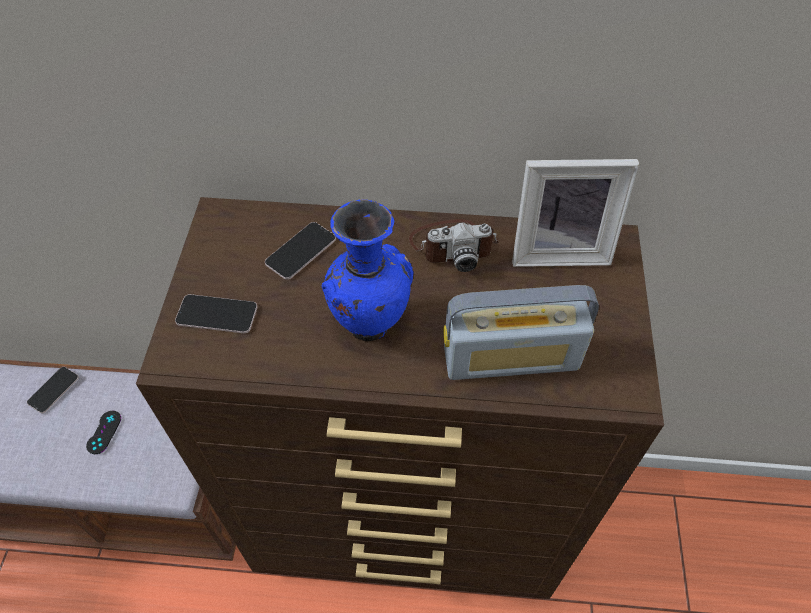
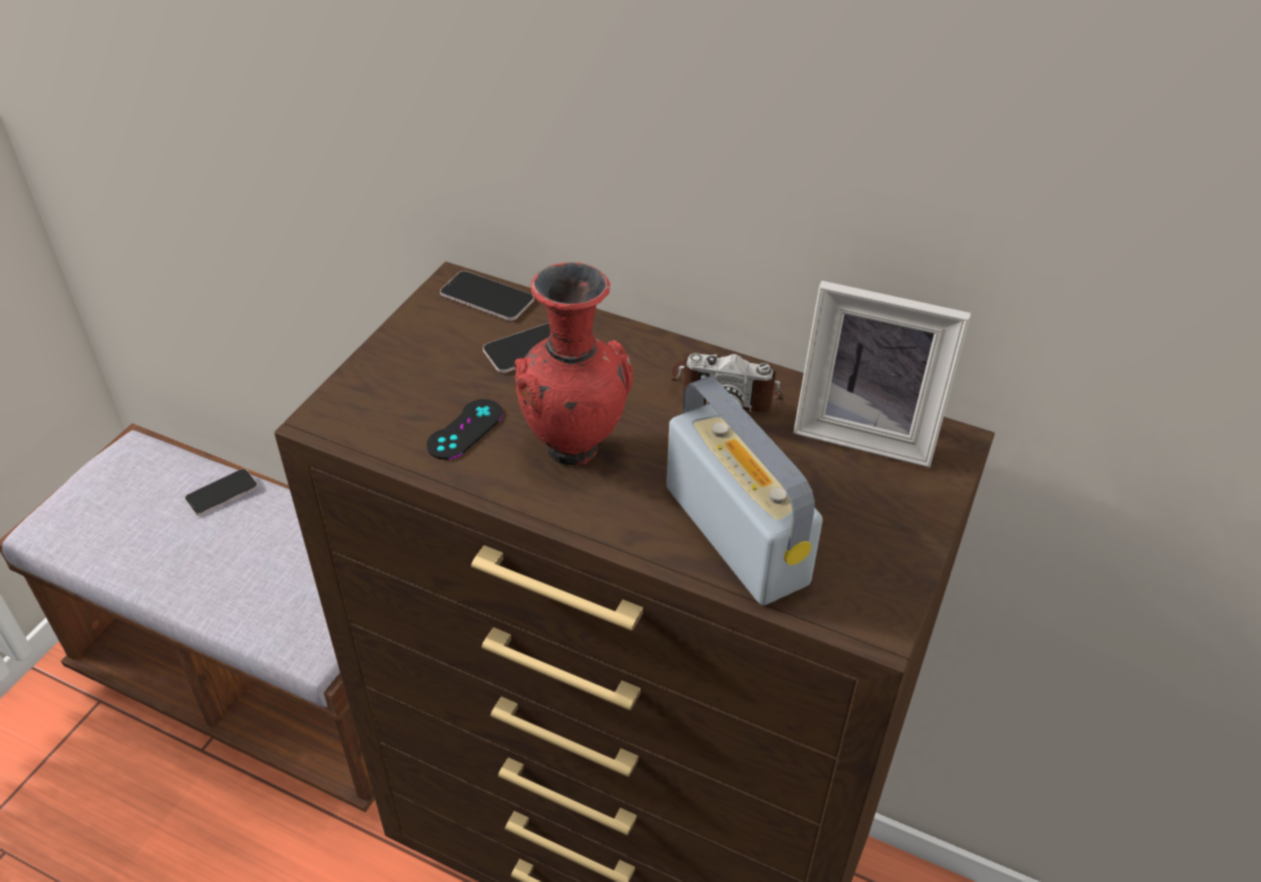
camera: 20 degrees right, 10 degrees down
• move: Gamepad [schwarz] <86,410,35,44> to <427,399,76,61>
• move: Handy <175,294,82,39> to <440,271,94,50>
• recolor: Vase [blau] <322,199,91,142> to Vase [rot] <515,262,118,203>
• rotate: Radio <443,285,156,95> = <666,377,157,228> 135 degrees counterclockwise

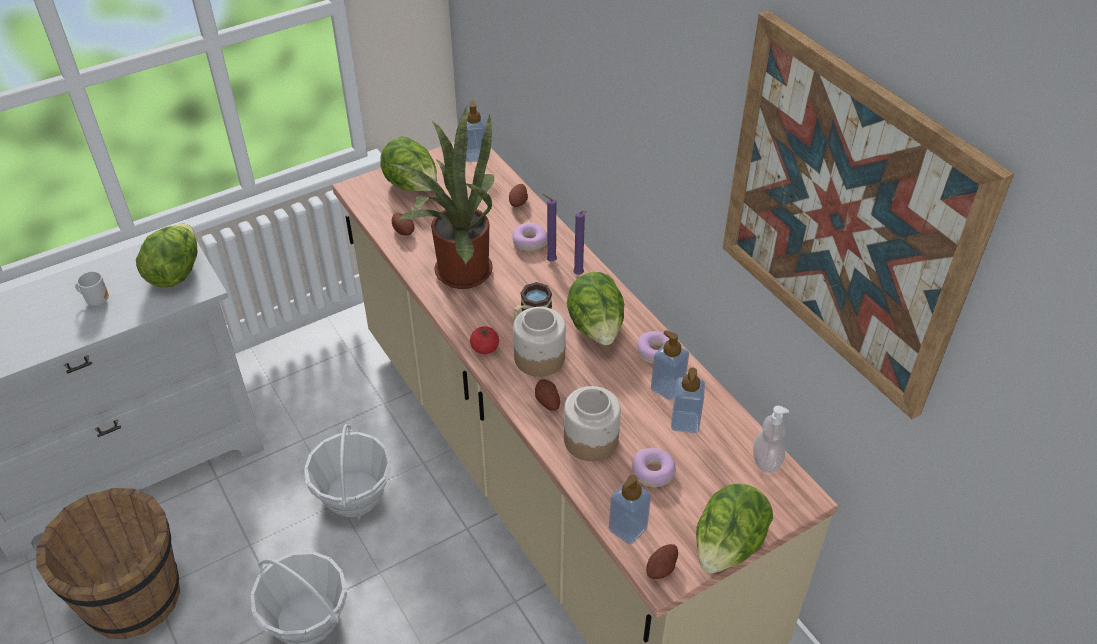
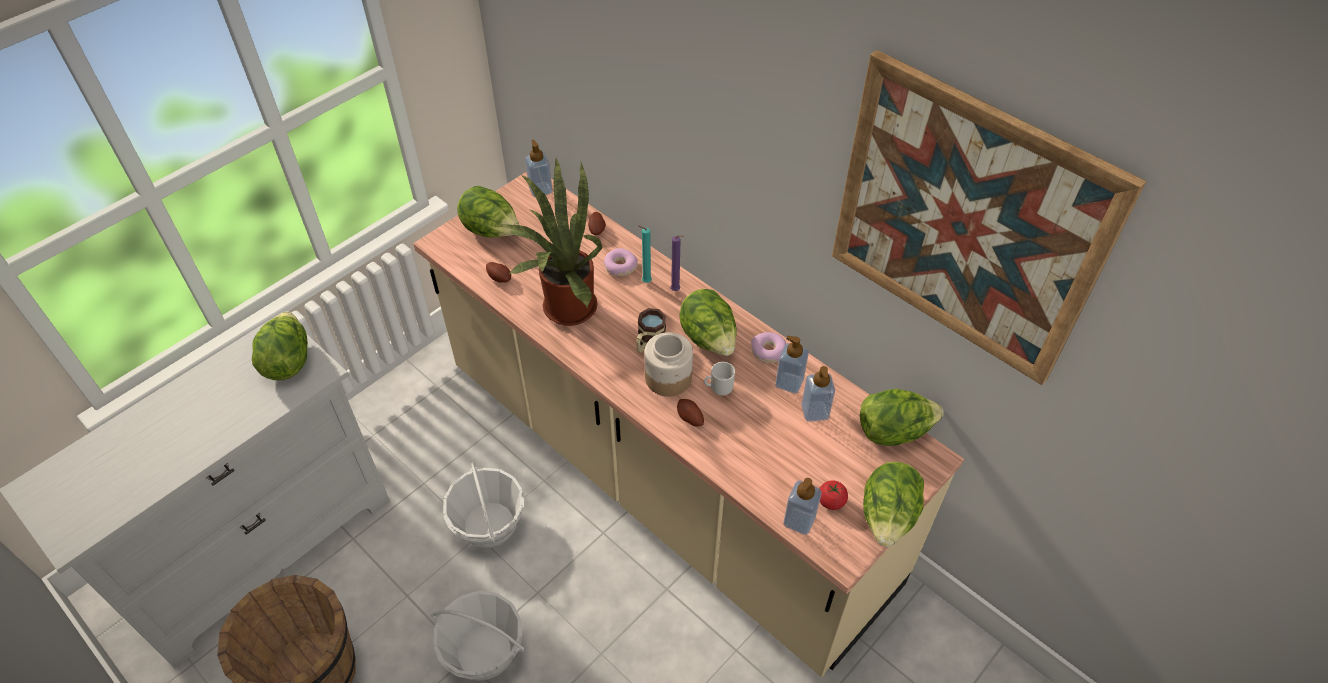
camera: 15 degrees left, 5 degrees up
• recolor: Kerze [lila] <542,194,15,68> to Kerze [türkis] <638,225,14,58>
• move: Henkelbecher <75,271,34,35> to <704,362,31,34>
• move: Tomate <470,326,29,28> to <819,481,29,29>
• replace: Seifenspender <753,406,36,67> to Salatkopf <860,389,84,57>
• delete: Vorratsglas <564,386,57,75>
• delete: Donut <632,448,44,39>
• delete: Kartoffel <646,544,32,35>

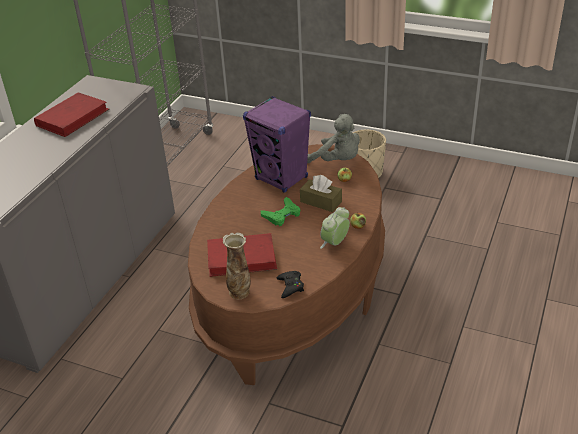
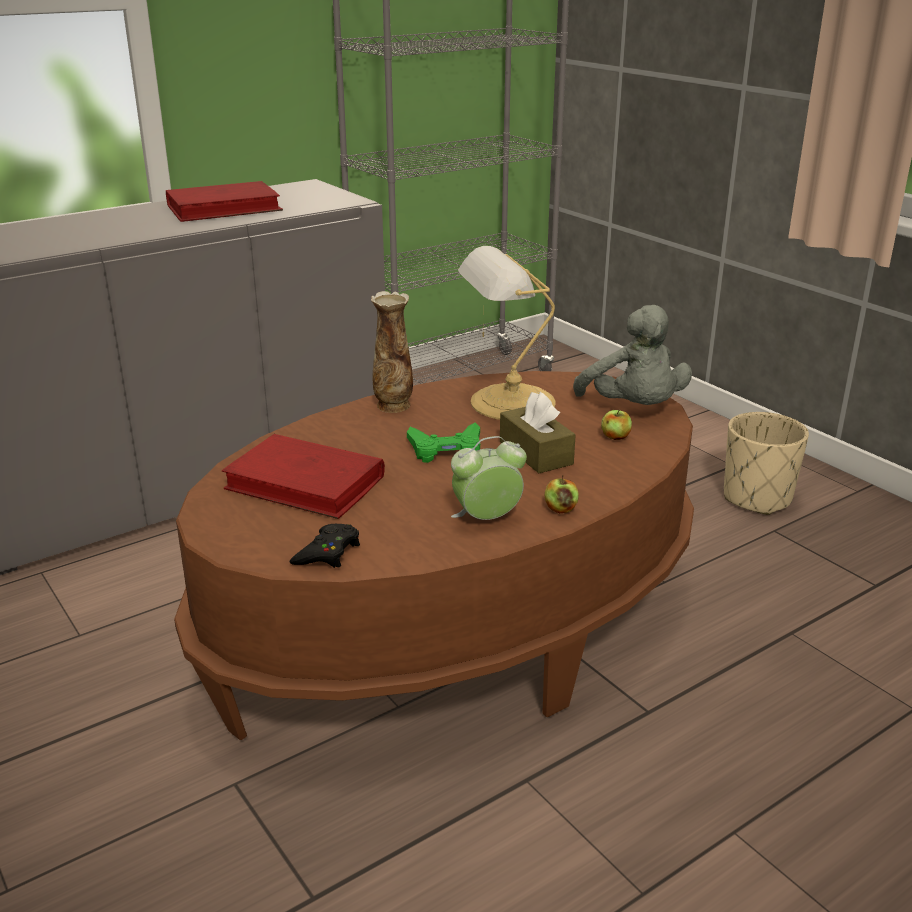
camera: 30 degrees right, 10 degrees down
• move: Vase <223,233,28,66> to <371,291,42,122>
• replace: Lautsprecher [lila] <243,96,68,97> to Tischlampe <458,246,97,174>

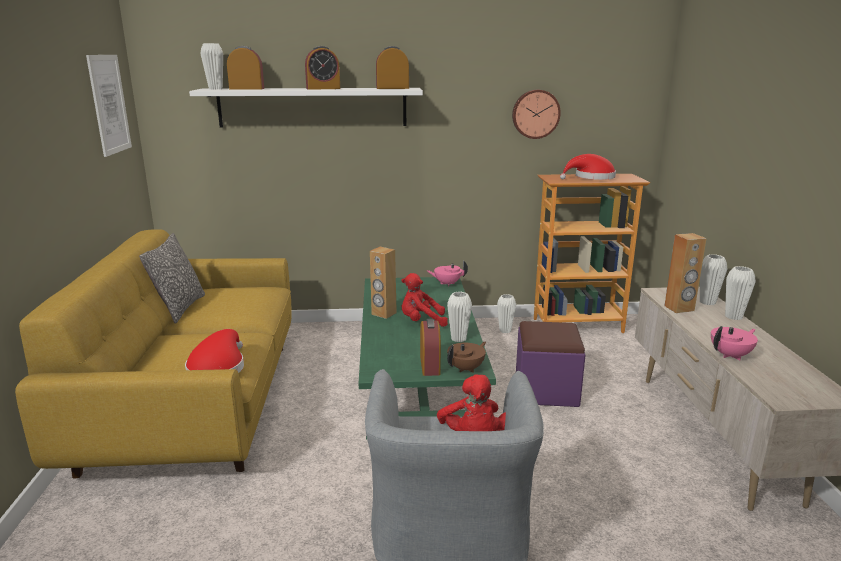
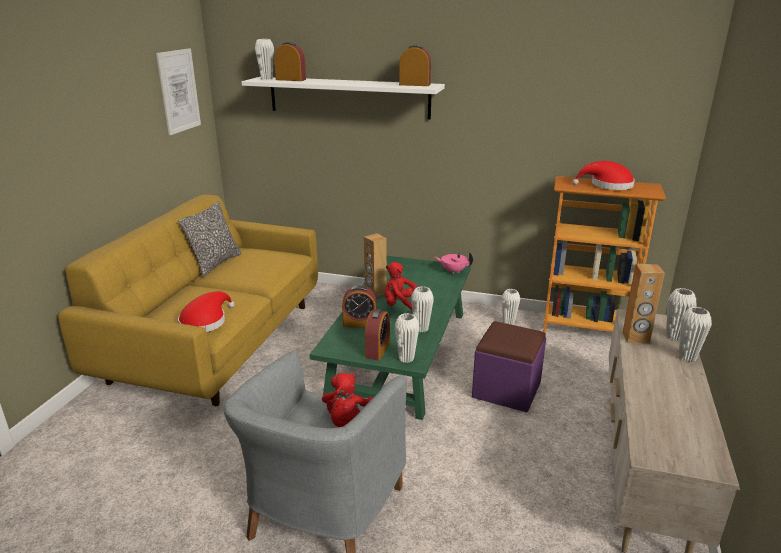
camera: 20 degrees right, 5 degrees up
• move: Wecker <305,46,35,44> to <342,286,34,41>
• replace: Teekanne [braun] <447,342,39,31> to Vase [weiß] <395,313,24,50>
• delete: Wanduhr <512,89,49,50>
• delete: Teekanne [rosa] <711,326,47,34>

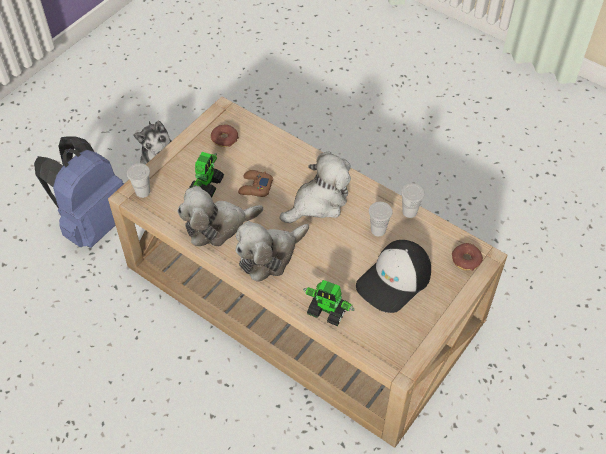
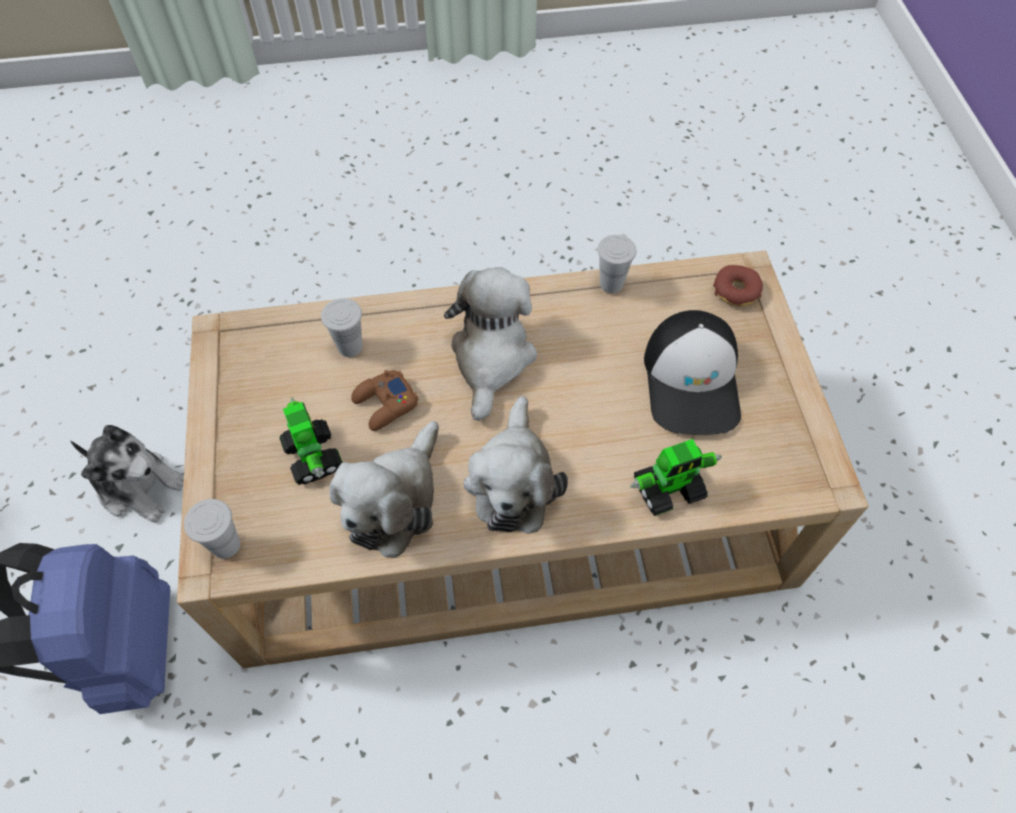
camera: 45 degrees left, 5 degrees up
• move: Tasse [weiß] <369,202,24,34> to <321,298,41,59>
• delete: Donut <211,125,28,22>

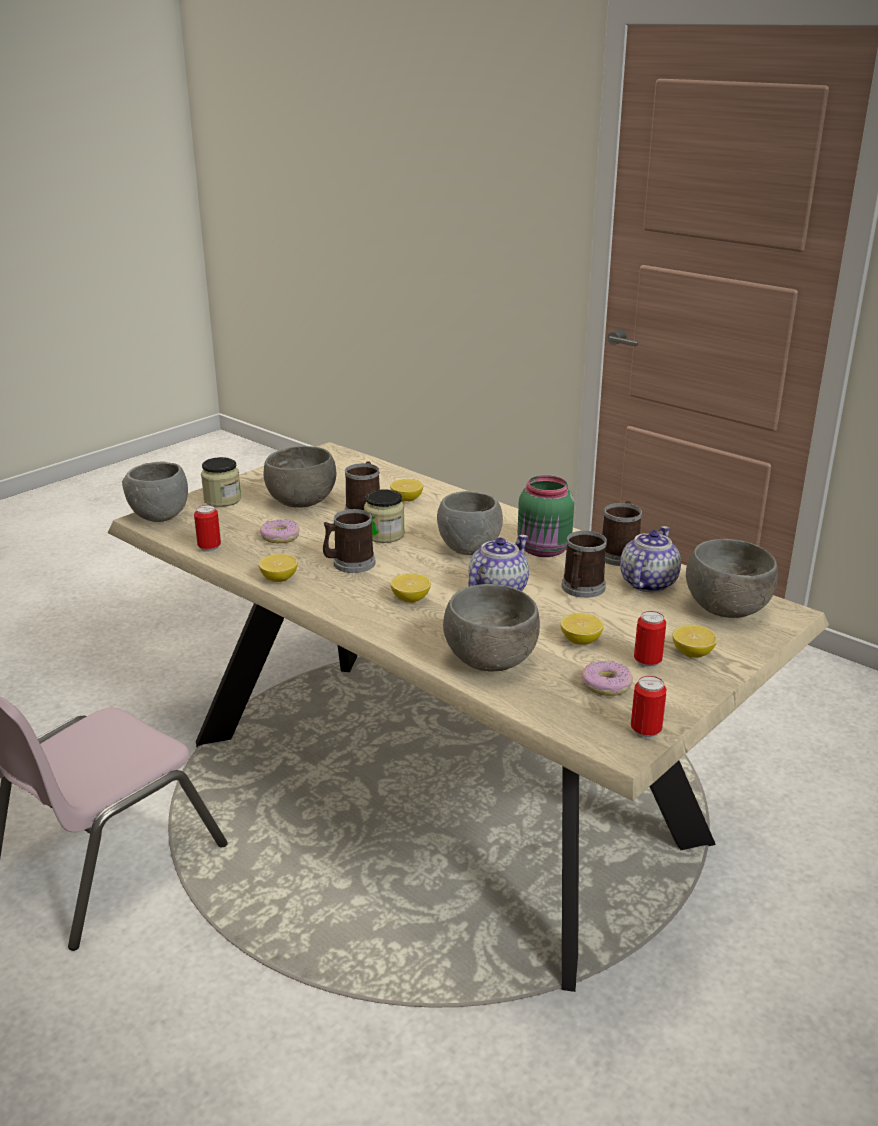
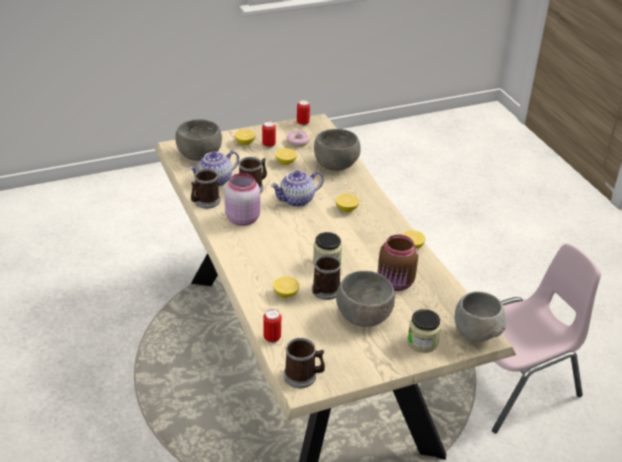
camera: 155 degrees left, 10 degrees up
• recolor: Vorratsglas [grün] <518,475,56,82> to Vorratsglas [rosa] <225,173,35,53>
• move: Dose <194,505,27,47> to <263,309,18,34>
• move: Henkelbecher <323,509,52,64> to <284,338,41,50>
• replace: Donut <260,520,40,23> to Vorratsglas [braun] <378,235,40,56>
• delete: Schüssel [grau] <437,491,66,64>

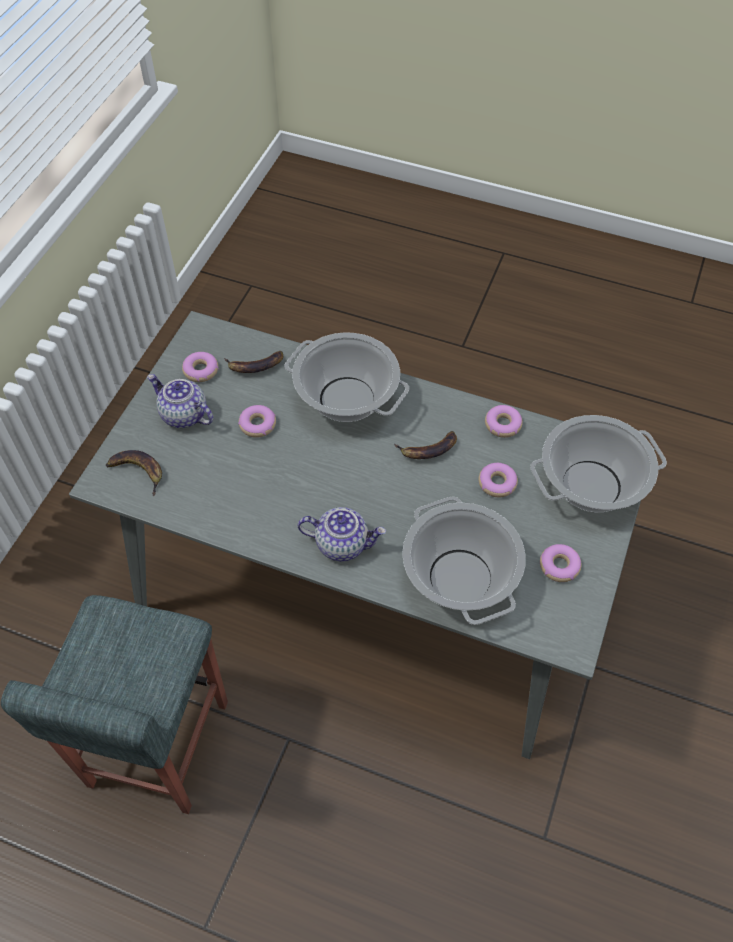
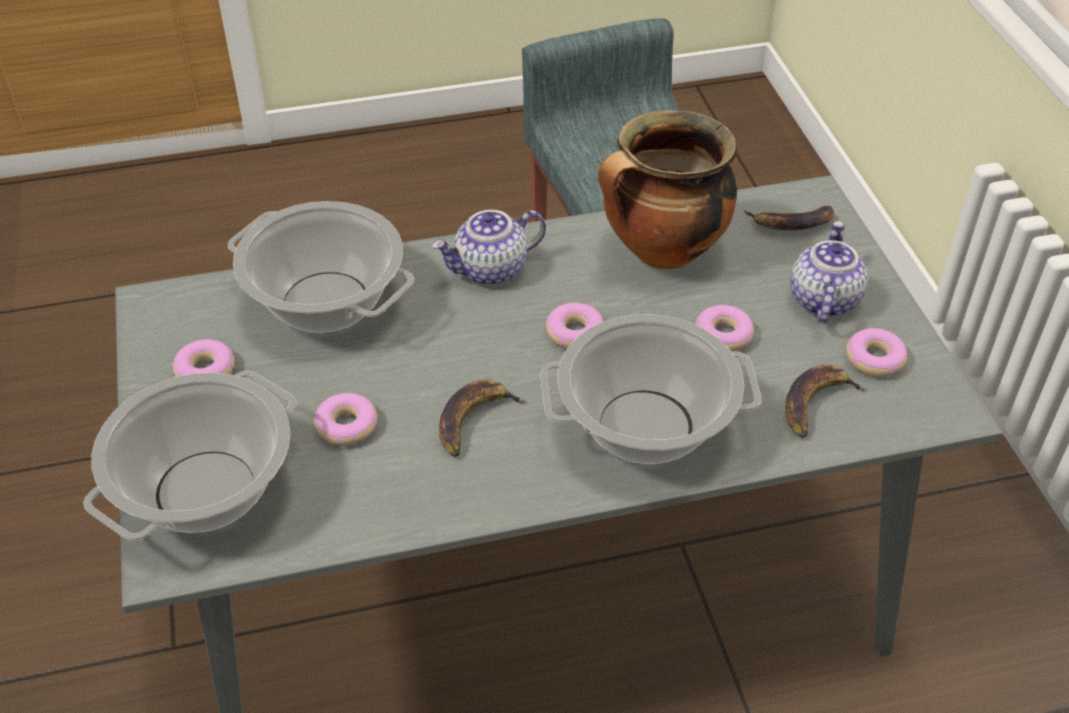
camera: 145 degrees right, 10 degrees down
• move: Donut <485,405,38,33> to <546,303,58,46>
• insert: Kochtopf <598,110,139,159>
• rotate: Teekanne <147,374,67,54> = <791,221,77,102> 75 degrees counterclockwise

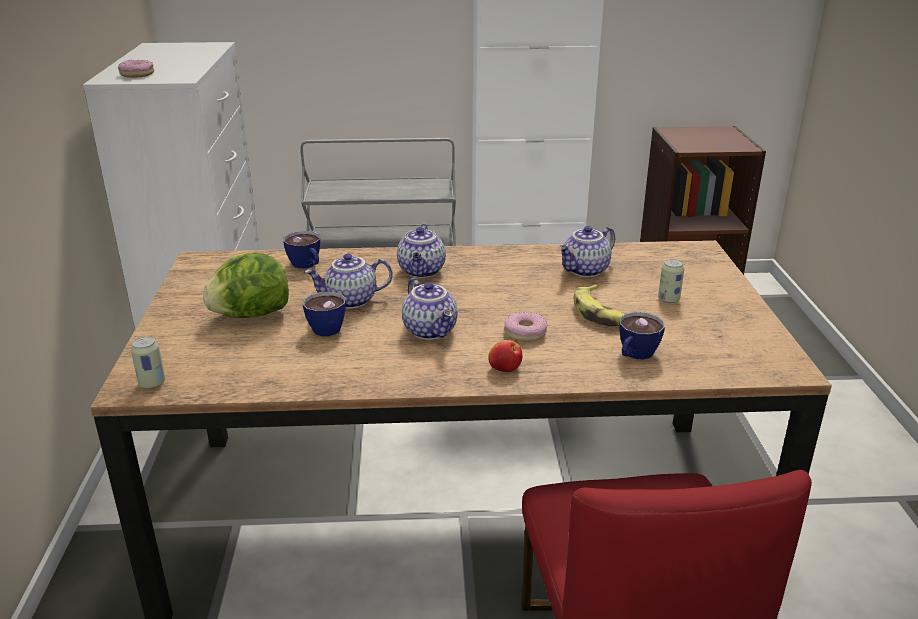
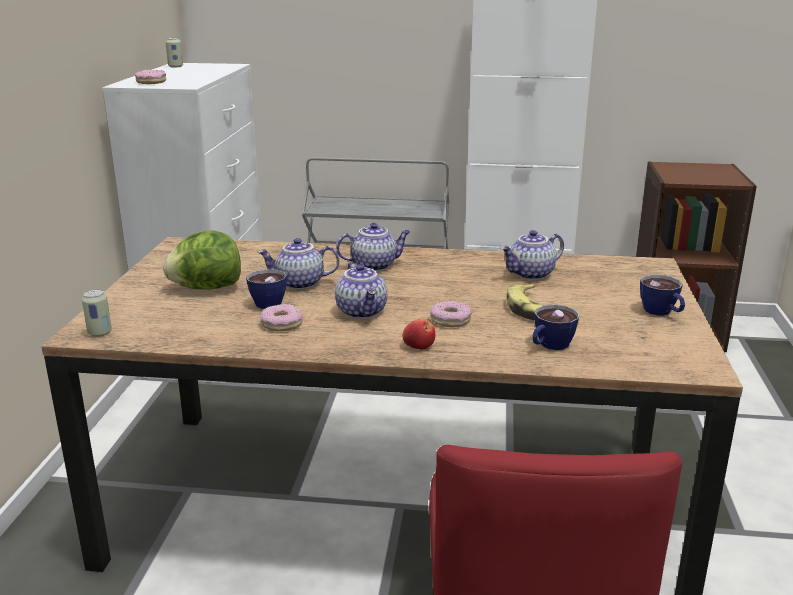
camera: 10 degrees right, 5 degrees down
• move: Dose <658,259,26,44> to <166,38,17,30>
• insert: Donut <260,304,42,27>
• rotate: Teekanne <397,224,49,54> = <336,223,74,48> 120 degrees counterclockwise
• move: Tasse <283,231,37,38> to <640,275,45,40>

